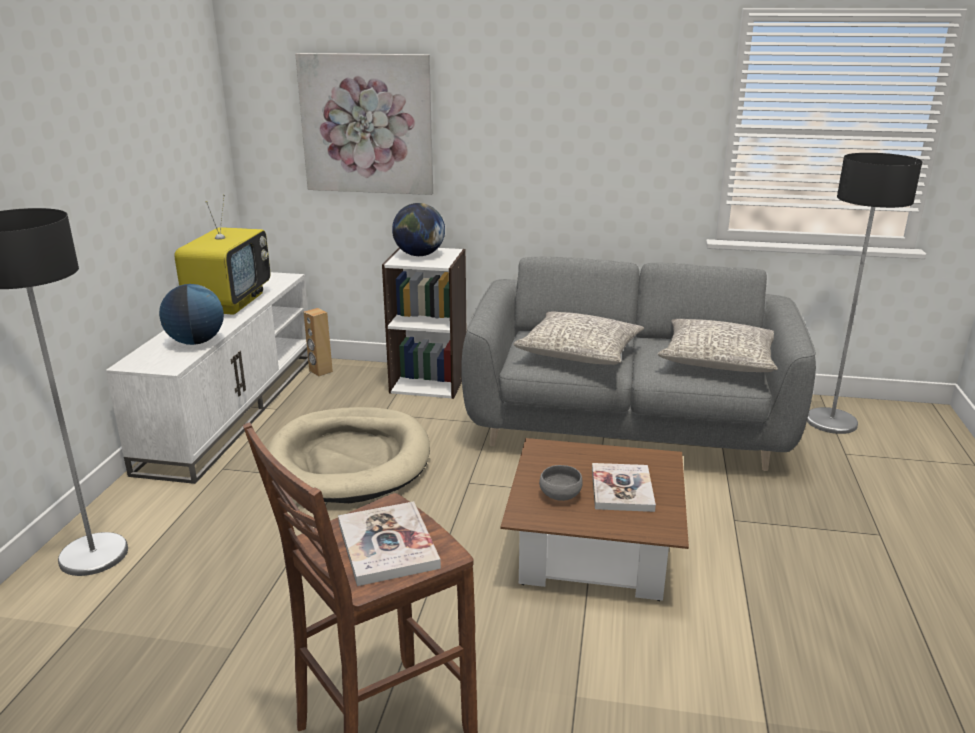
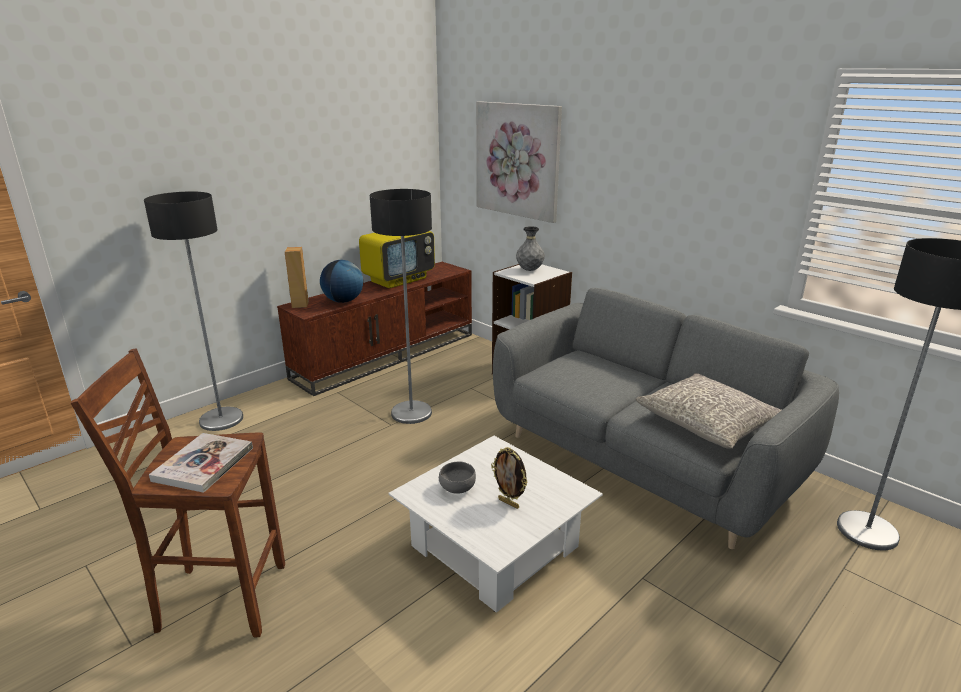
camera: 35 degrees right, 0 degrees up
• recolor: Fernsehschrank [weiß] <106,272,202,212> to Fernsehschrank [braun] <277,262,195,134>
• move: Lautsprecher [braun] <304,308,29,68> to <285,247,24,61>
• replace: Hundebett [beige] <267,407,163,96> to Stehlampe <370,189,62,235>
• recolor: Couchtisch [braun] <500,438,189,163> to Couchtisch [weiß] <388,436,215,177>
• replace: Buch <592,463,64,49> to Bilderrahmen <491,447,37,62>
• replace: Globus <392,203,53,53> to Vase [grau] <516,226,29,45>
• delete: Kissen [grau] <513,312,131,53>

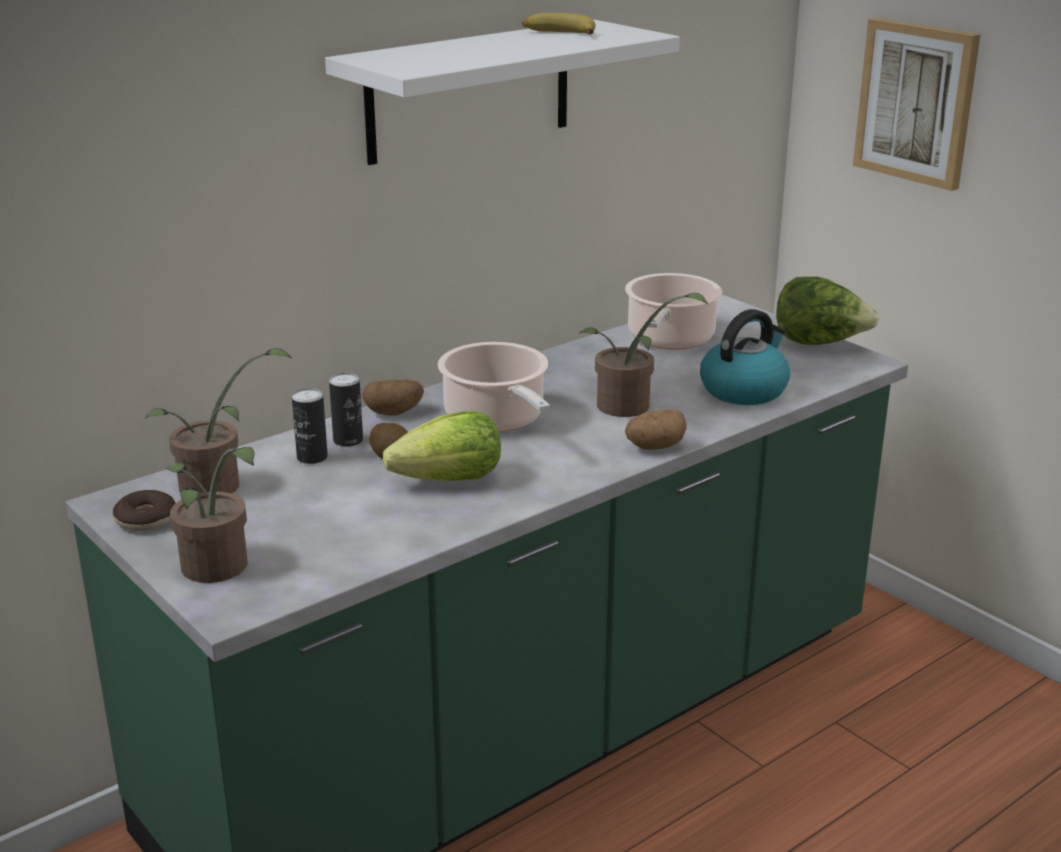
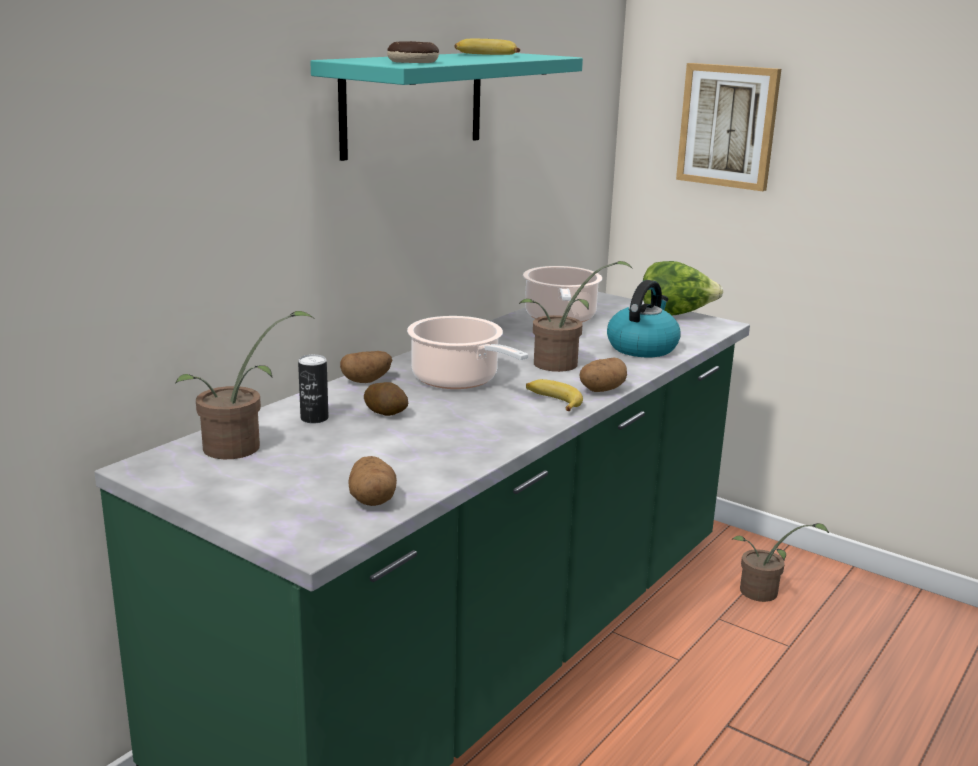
camera: 15 degrees left, 5 degrees down
• recolor: Wandregal [weiß] <325,20,355,145> to Wandregal [türkis] <310,53,273,108>
• insert: Kartoffel <348,456,49,50>
• move: Donut <113,490,63,41> to <387,41,52,22>
• insert: Banane <526,379,57,32>
• move: Topfpflanze <167,447,87,136> to <731,523,98,79>
• delete: Dose <329,373,34,74>
• delete: Salatkopf <383,411,118,70>

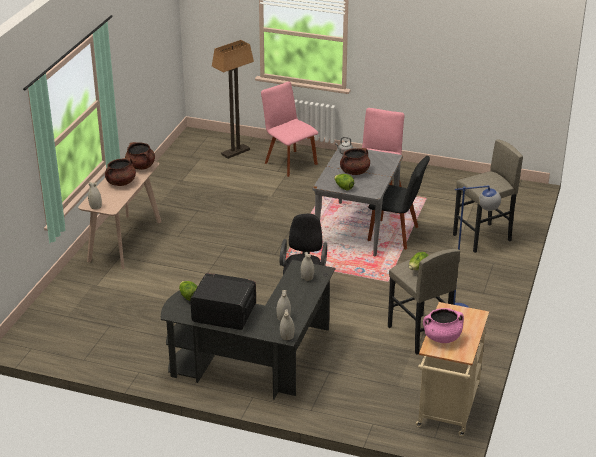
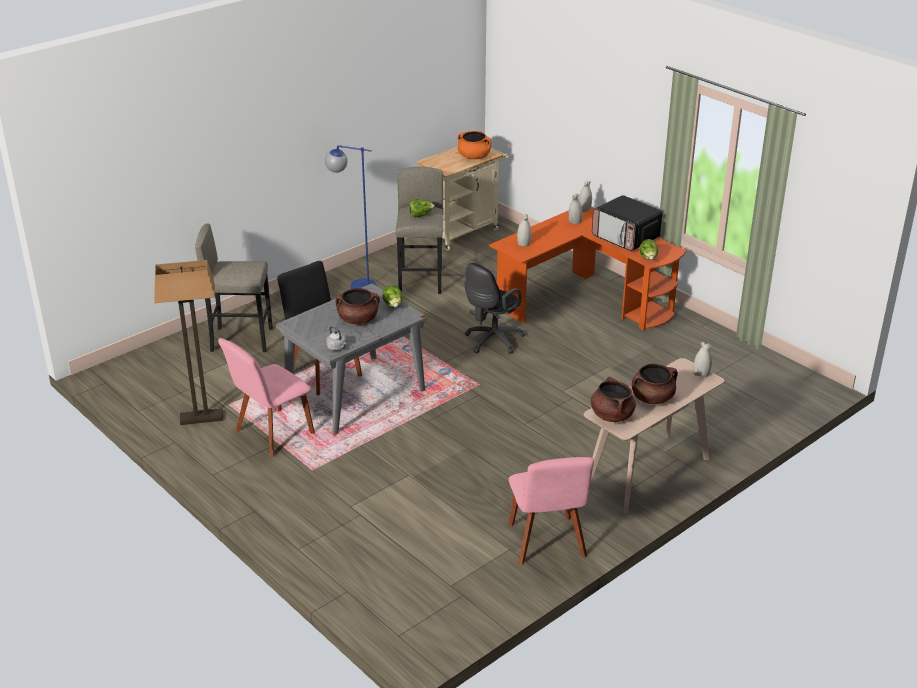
camera: 150 degrees left, 0 degrees up
• move: Stehlampe <212,40,42,119> to <154,260,69,165>
• recolor: Kochtopf [rosa] <423,308,41,35> to Kochtopf [orange] <458,131,33,28>
• recolor: Schreibtisch [schwarz] <161,260,174,140> to Schreibtisch [orange] <489,207,197,124>
• move: Stuhl [rosa] <261,82,57,95> to <508,457,86,108>

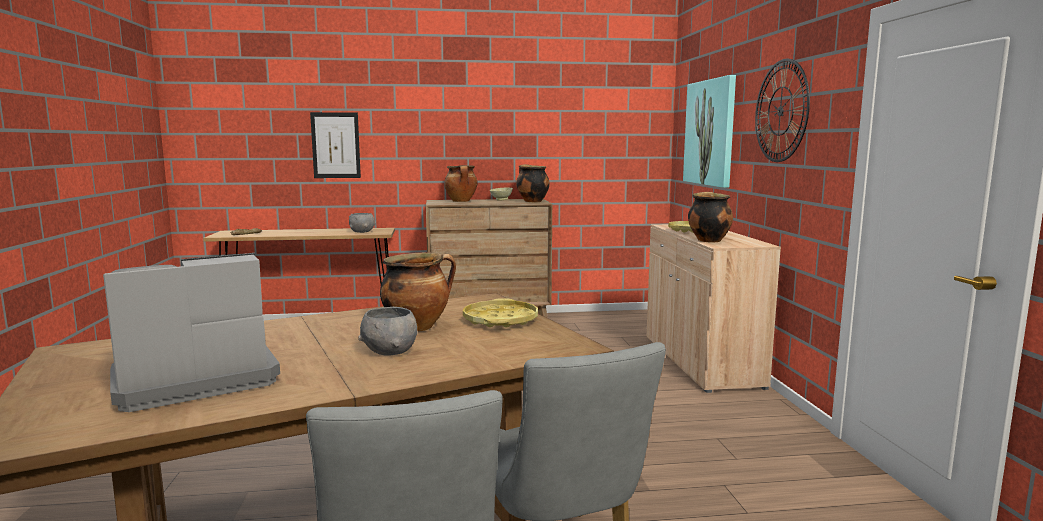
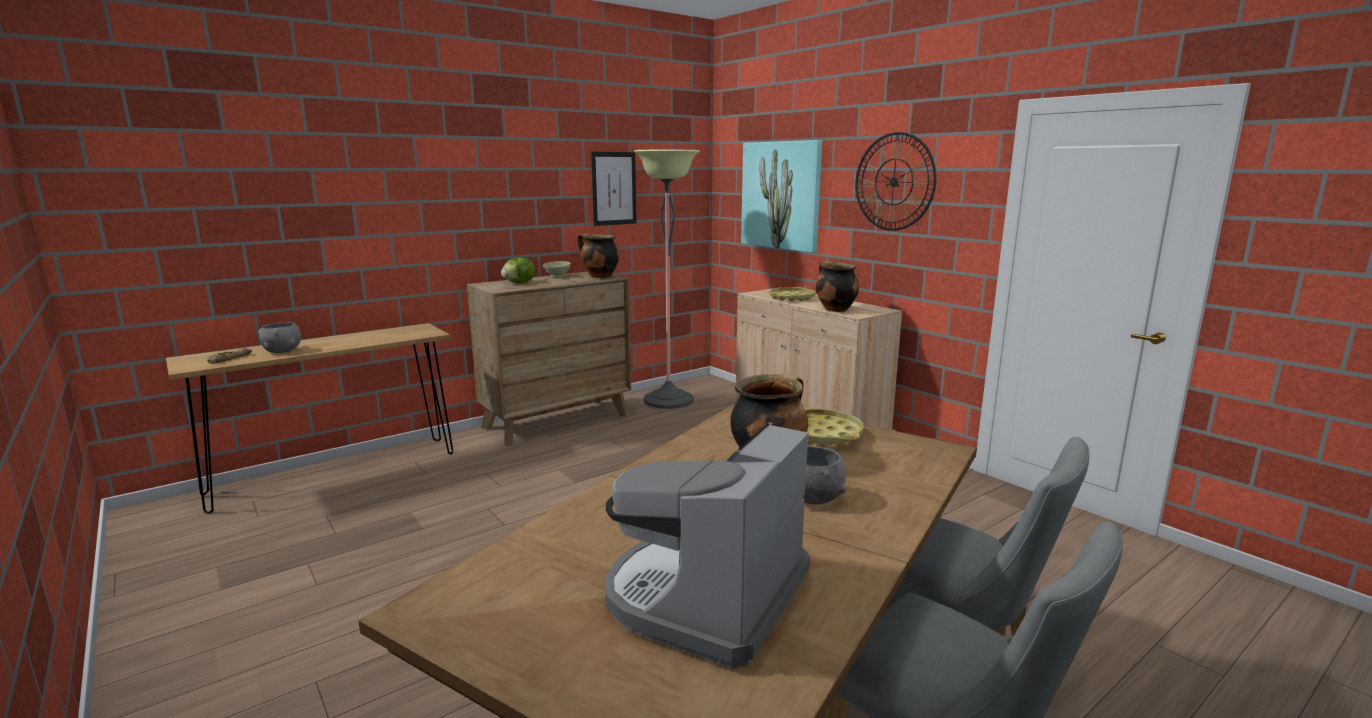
camera: 30 degrees left, 5 degrees up
• move: Schüssel [grau] <349,213,26,20> to <258,322,43,31>
• replace: Kochtopf <444,165,34,37> to Salatkopf <501,257,34,26>
• move: Bild <310,112,51,66> to <591,152,46,74>
• insert: Stehlampe <634,149,66,260>

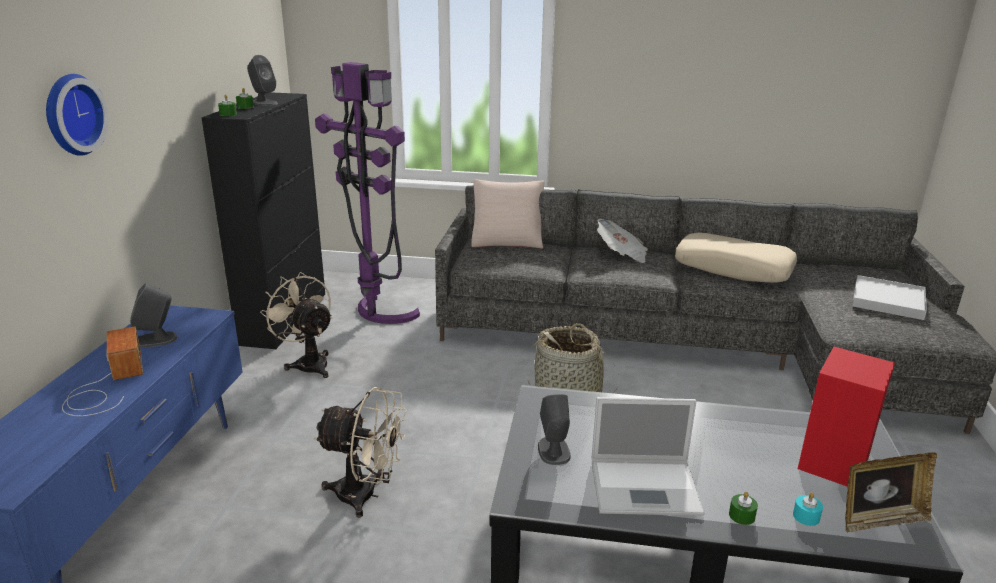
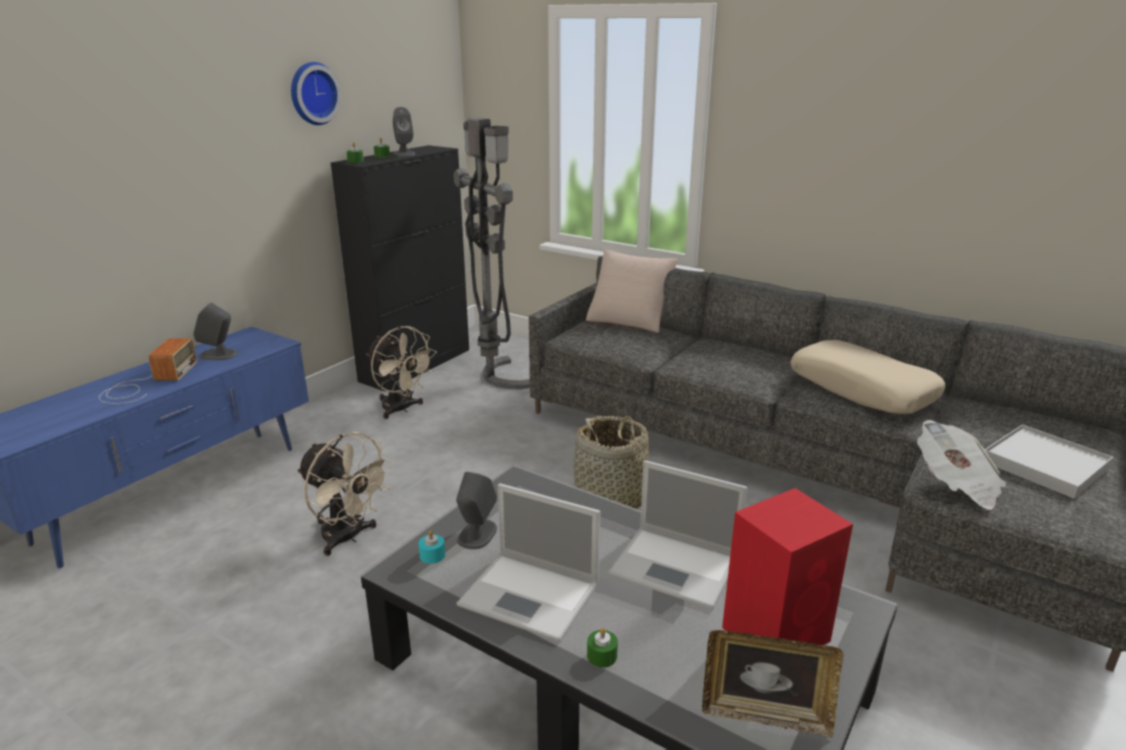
camera: 25 degrees right, 0 degrees up
• move: Wanduhr <46,74,63,82> to <291,62,50,63>
• rotate: Ventilator [beige] <260,272,73,106> = <366,326,71,93> 150 degrees clockwise
• move: Kerze [türkis] <793,493,30,33> to <418,530,27,34>
• recolor: Stehlampe [lila] <315,62,105,262> to Stehlampe [grau] <453,117,77,272>
• insert: Laptop <608,460,139,149>
• move: Zeitung <597,219,51,44> to <917,420,89,90>

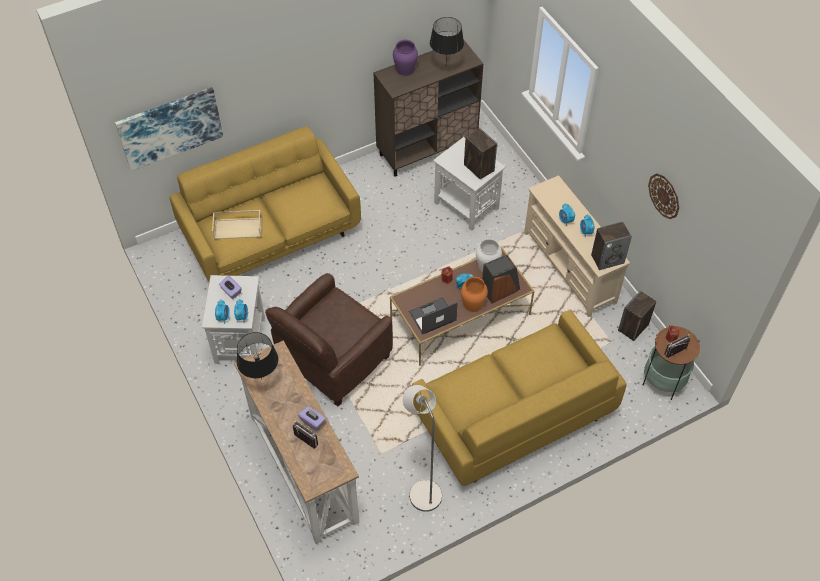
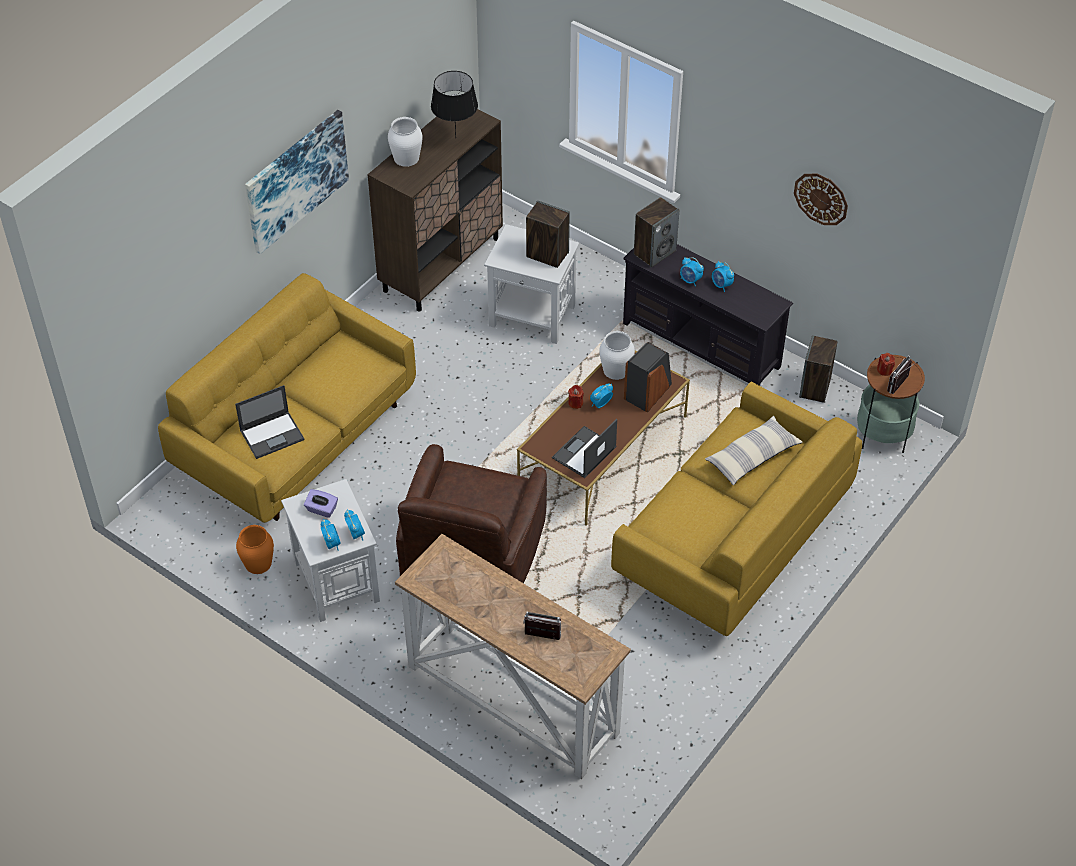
camera: 25 degrees left, 5 degrees down
• replace: Tablett [beige] <212,210,50,29> to Laptop <235,385,69,74>
• move: Vase [orange] <461,277,27,35> to <236,525,38,49>
• move: Bild <115,87,108,84> to <245,110,104,144>
• recolor: Vase [lila] <393,40,25,36> to Vase [weiß] <388,117,34,50>
• recolor: Fernsehschrank [beige] <524,175,106,142> to Fernsehschrank [schwarz] <623,244,170,142>
• move: Lautsprecher <591,222,41,48> to <634,197,45,71>
• insert: Kissen <705,416,98,69>
• delete: Tischlampe [schwarz] <237,332,41,48>
• delete: Taschentuchbox [lila] <298,406,28,25>
• delete: Stehlampe [grau] <403,385,39,127>

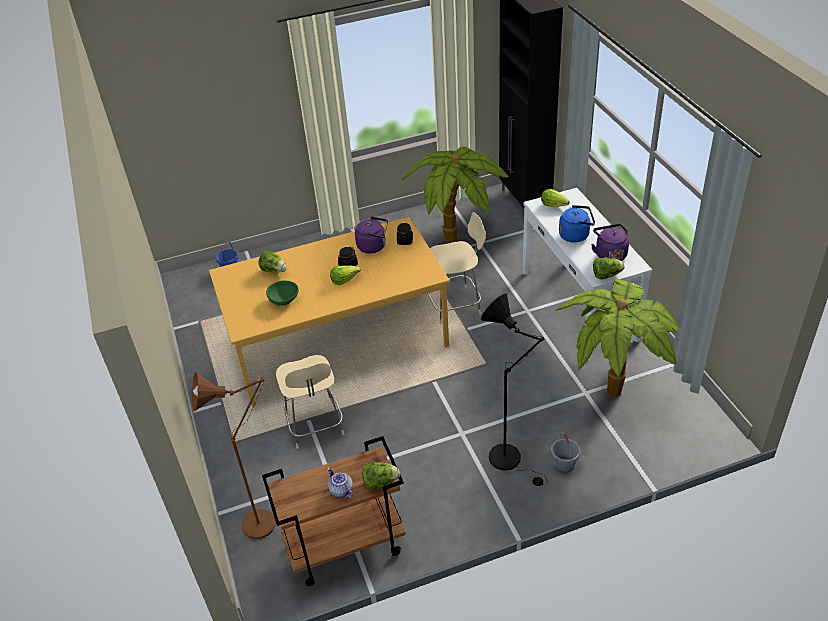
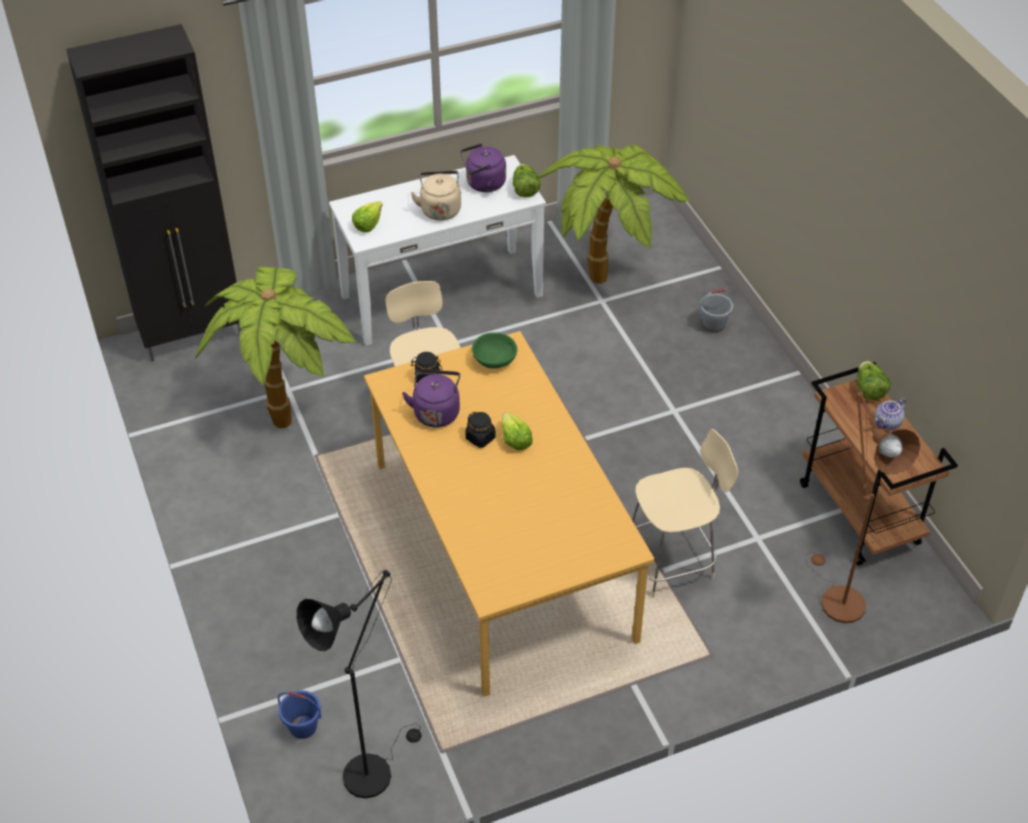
camera: 95 degrees left, 5 degrees up
• move: Stehlampe [schwarz] <481,294,67,192> to <296,570,126,228>
• recolor: Wasserkessel [blau] <559,205,36,38> to Wasserkessel [beige] <411,170,50,51>
• move: Schüssel [grün] <266,280,33,26> to <472,332,45,37>
• delete: Salatkopf <258,251,29,22>

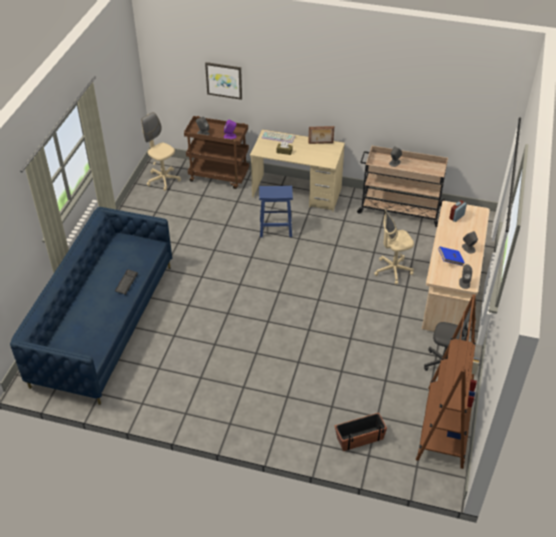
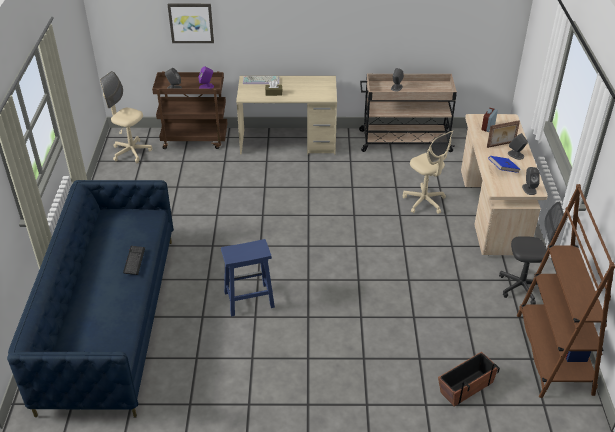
camera: 15 degrees left, 5 degrees down
• move: Hocker [blau] <259,186,34,51> to <221,239,54,78>
• rotate: Bürostuhl [beige] <374,208,40,77> = <403,130,50,84> 90 degrees counterclockwise
• move: Bilderrahmen <308,126,26,18> to <487,120,33,28>

